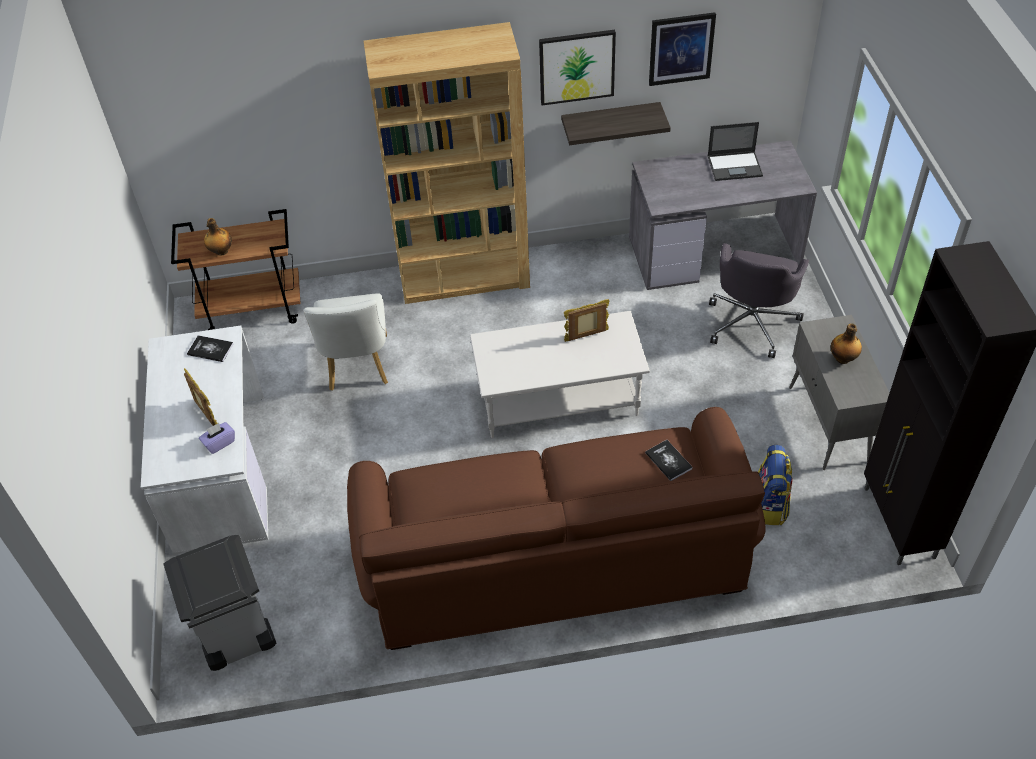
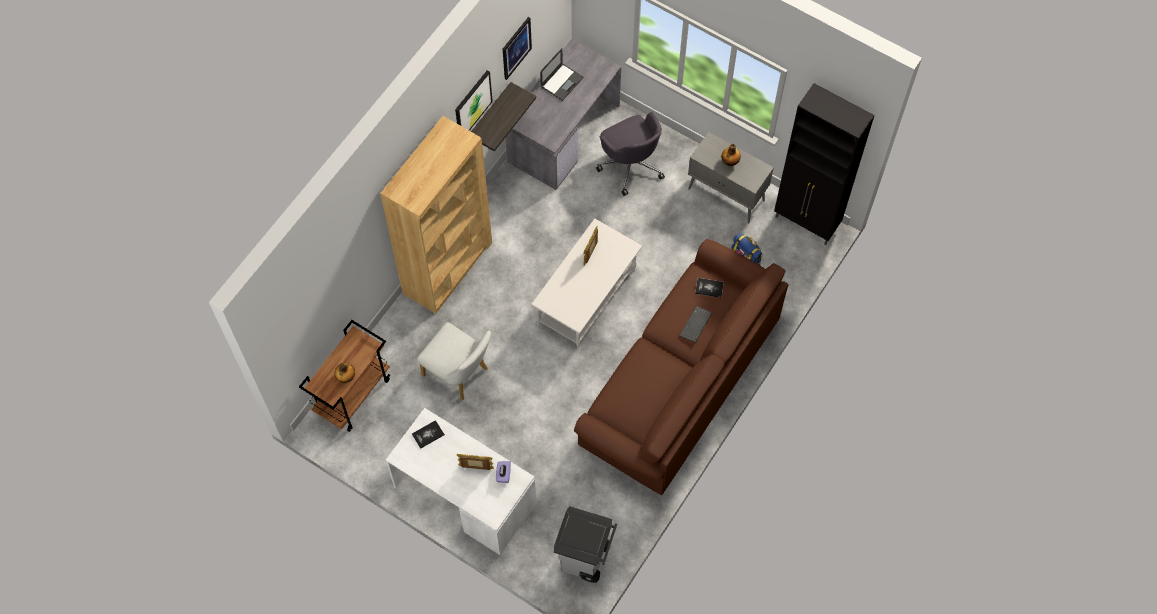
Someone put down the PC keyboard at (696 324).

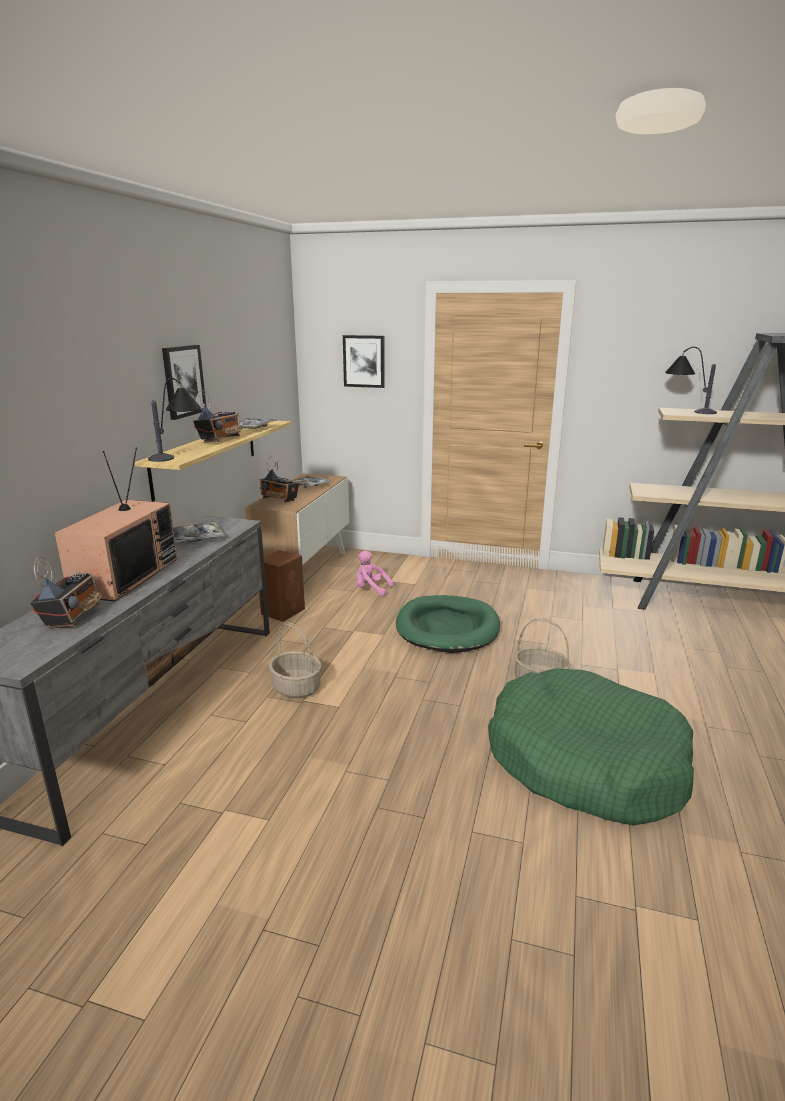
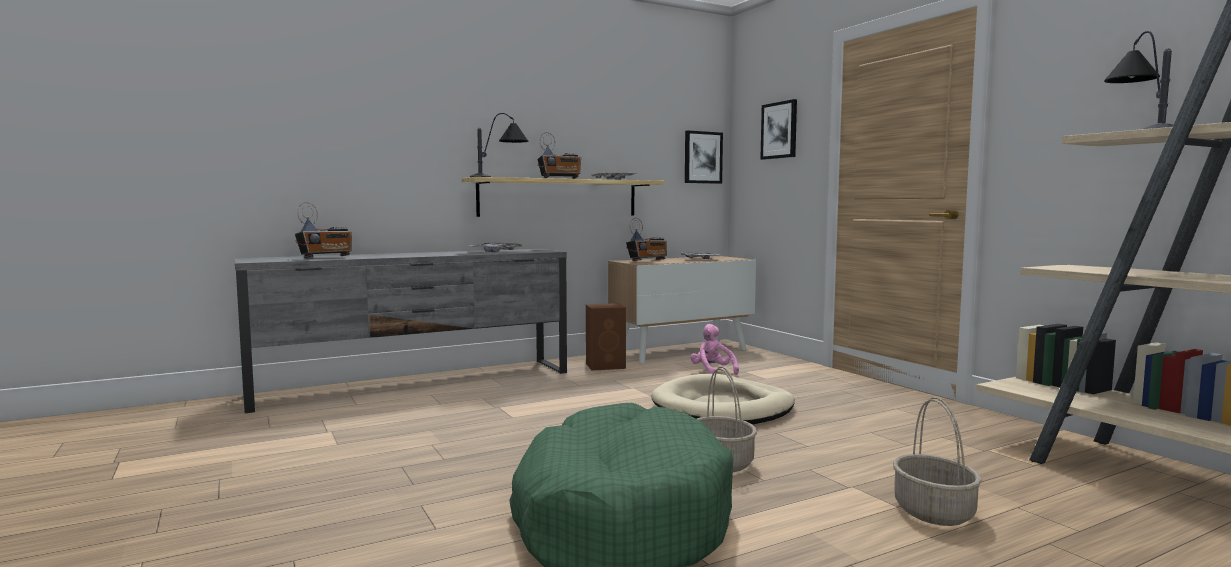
Someone took away the TV set at (116 524).
Someone carried the picture from (184 382) to (704 157).
Someone carried the storage basket from (295 660) to (937 461).
Someone repainted the green-coloured dog cushion at (448 624), which became the beige dog cushion at (723 399).
Someone rotated the radio set at (279 479) by 105 degrees counterclockwise.

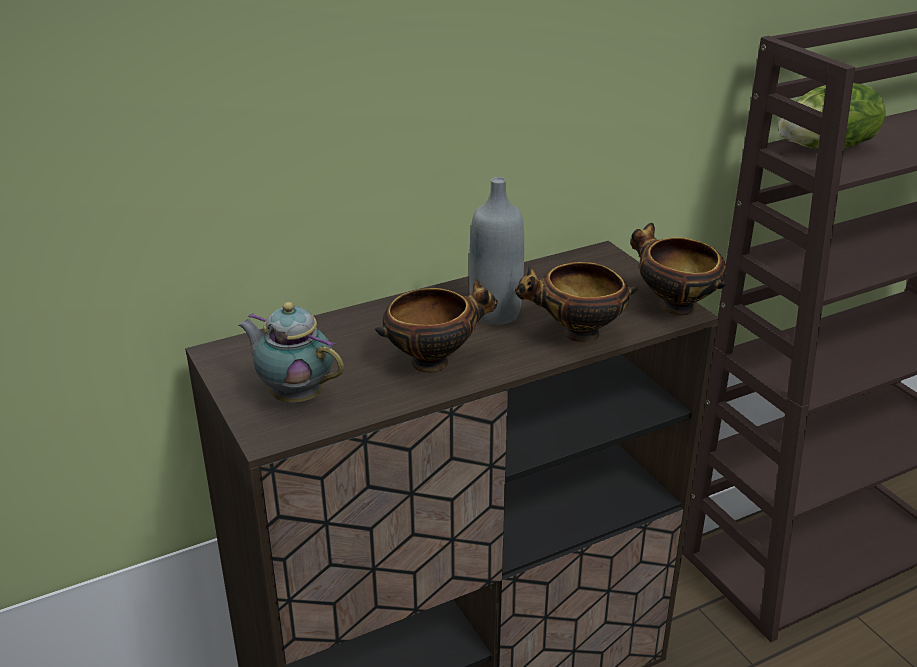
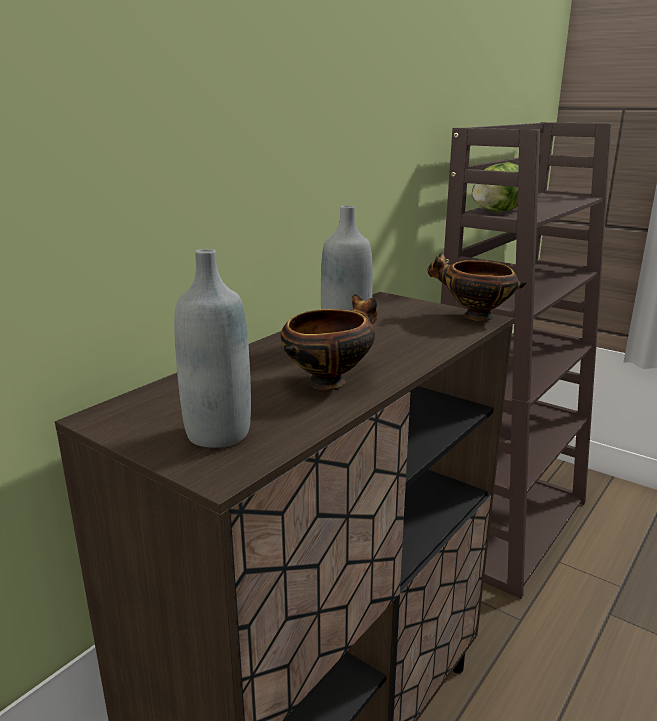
Someone took away the serving bowl at (576 302).
Someone swapped the pot for tea at (291 352) for the gray drink bottle at (212 348).

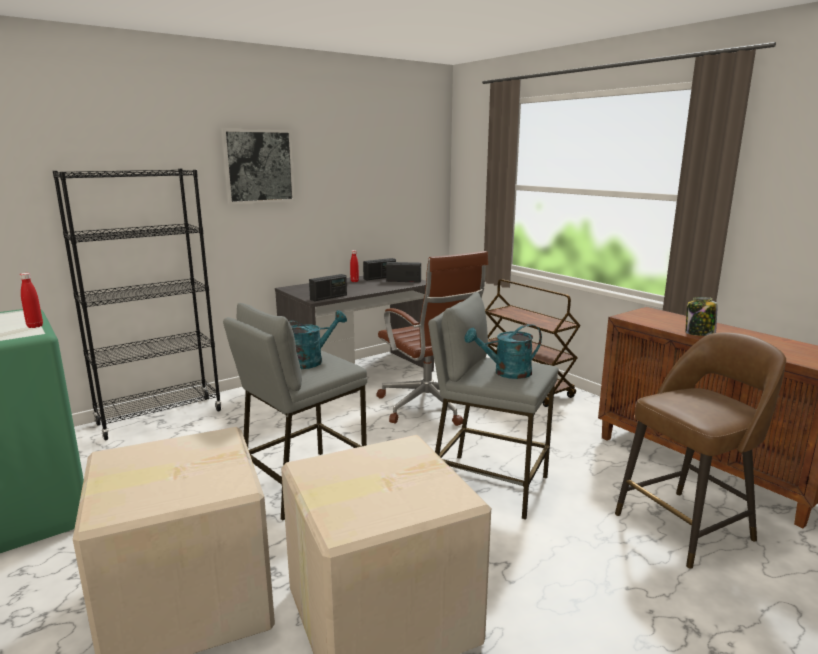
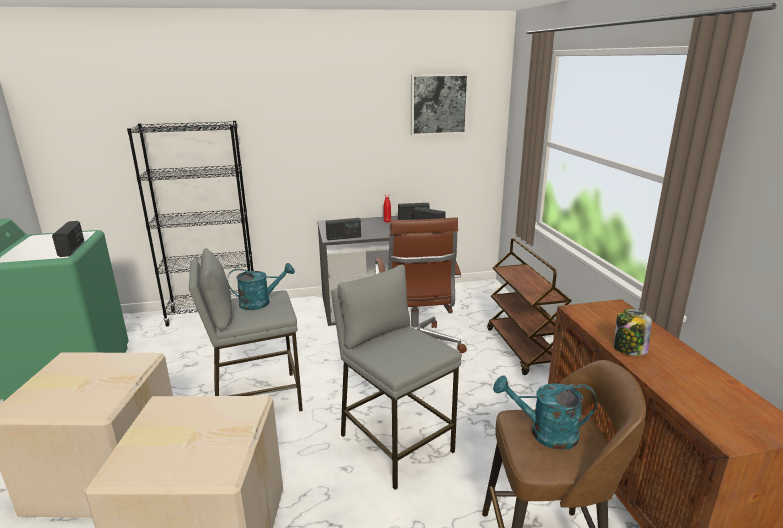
Someone carried the picture from (258 166) to (440 104).
Someone carried the turquoise-coloured sprinkling can from (503 351) to (545 413).
Someone swapped the red-coloured drink bottle at (31 300) for the radio set at (68 239).

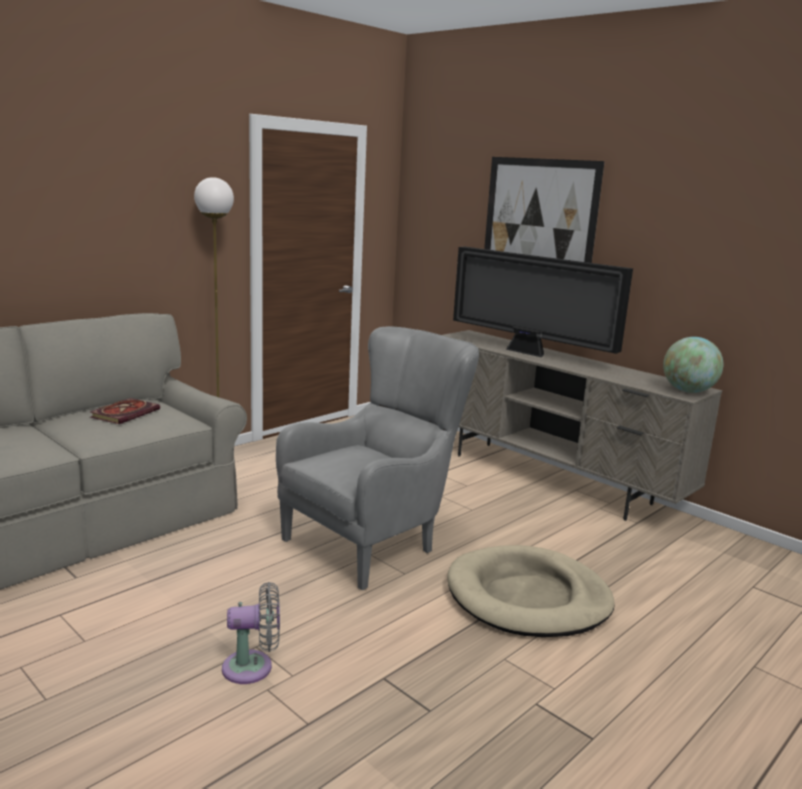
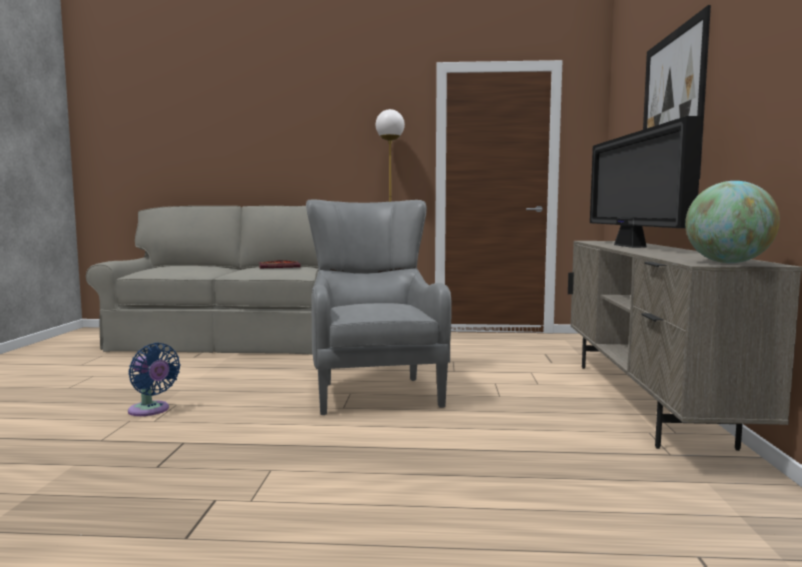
Someone took away the beige dog cushion at (531 591).
Someone repainted the gray cooling fan at (251 633), which became the blue cooling fan at (154 379).
Someone rotated the gray lounge chair at (377 458) by 105 degrees counterclockwise.

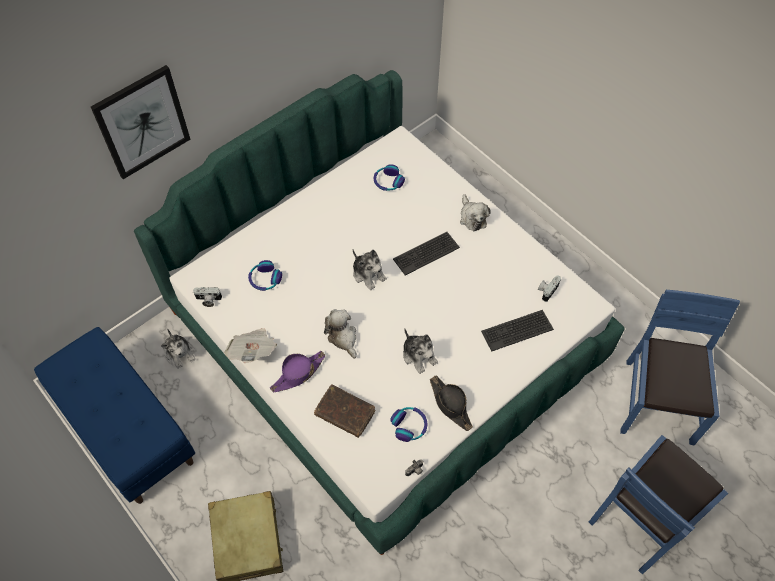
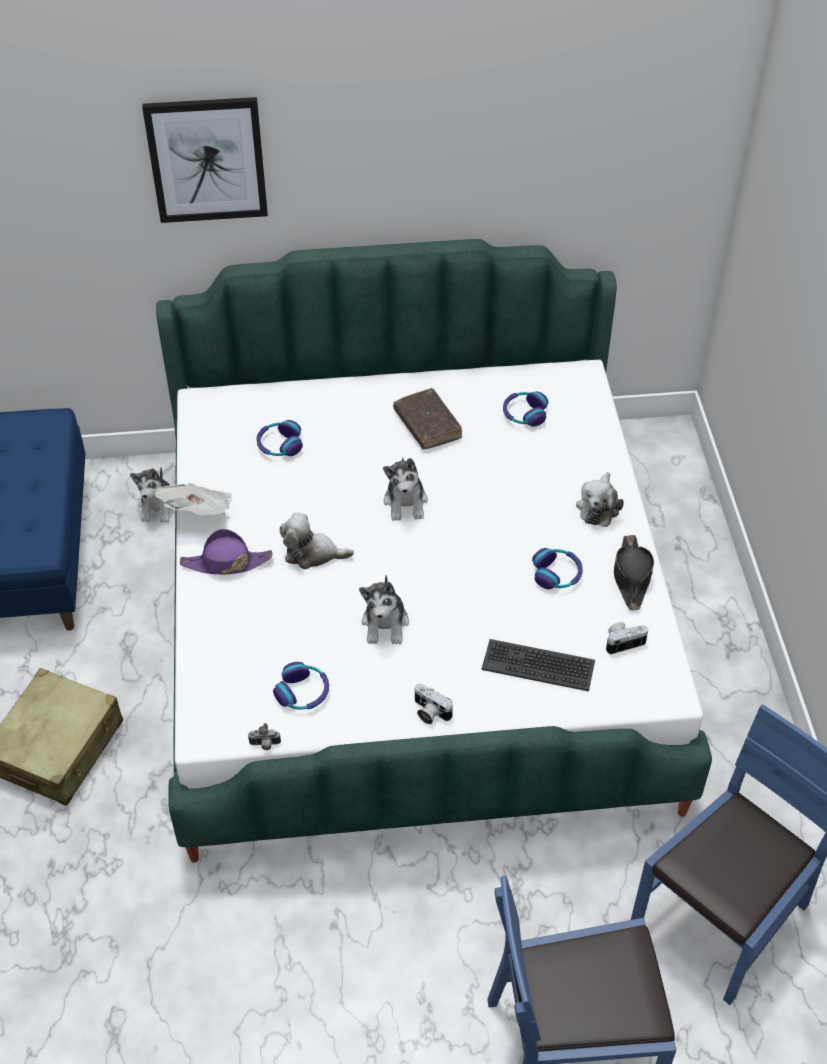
Someone took away the PC keyboard at (426 254).
Someone put down the headphones at (557 568).
Someone carried the photo camera from (207 297) to (433 703).
Someone carried the brown bound book from (344 411) to (427 418).
Someone carried the black clothing hat from (451 403) to (634 572).
Someone rotated the cuddly toy at (340 334) by 90 degrees counterclockwise.

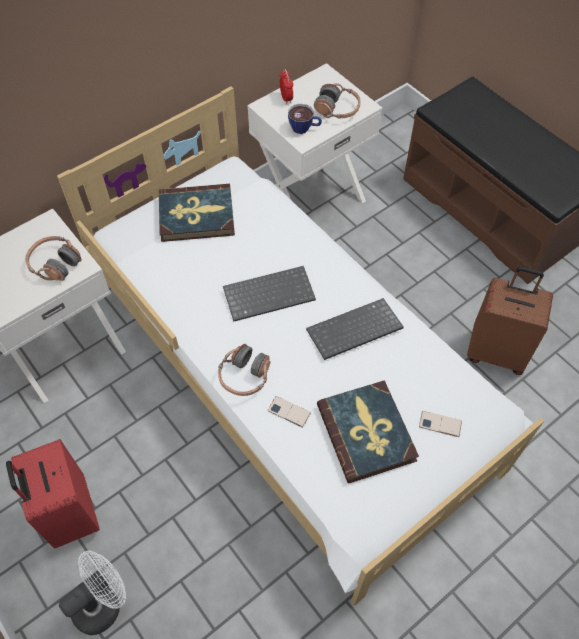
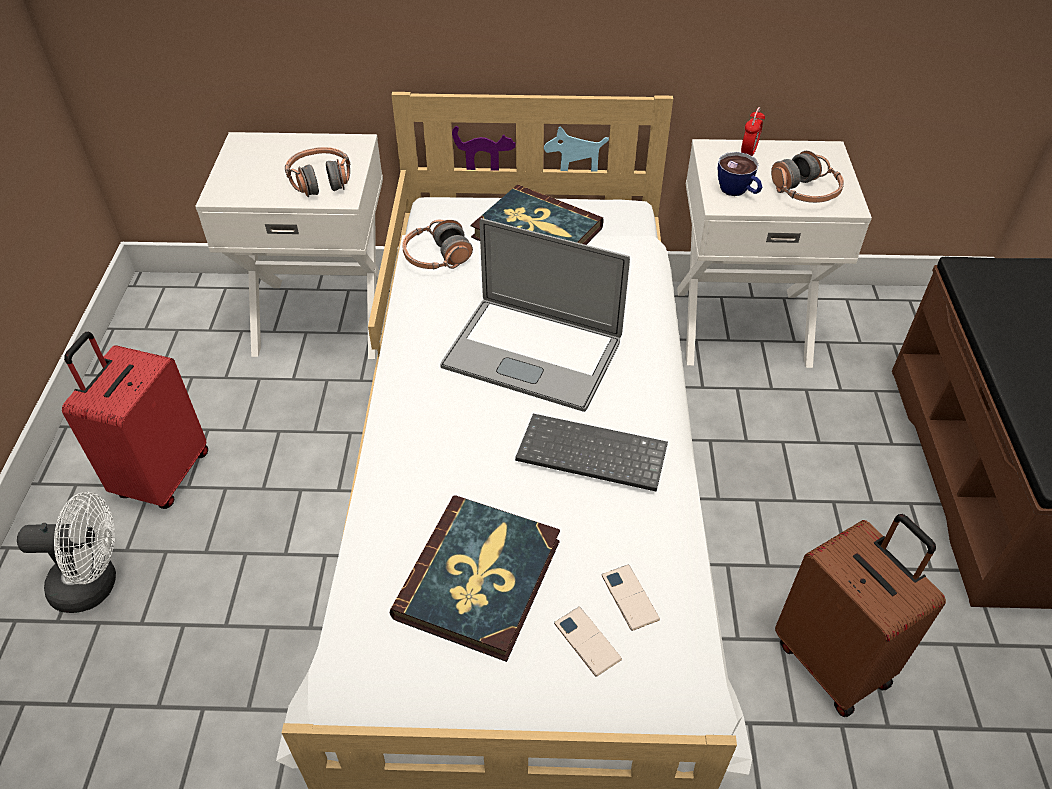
Someone carried the headphones from (244 370) to (437 245).
Someone carried the phone from (289 412) to (631 597).
Someone swapped the PC keyboard at (269 294) for the portable computer at (535 315).

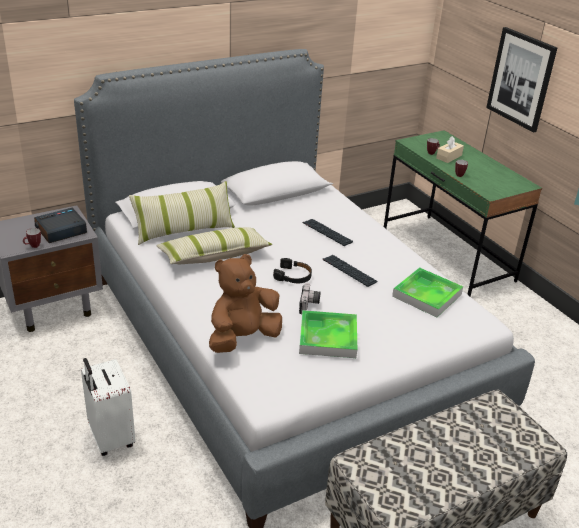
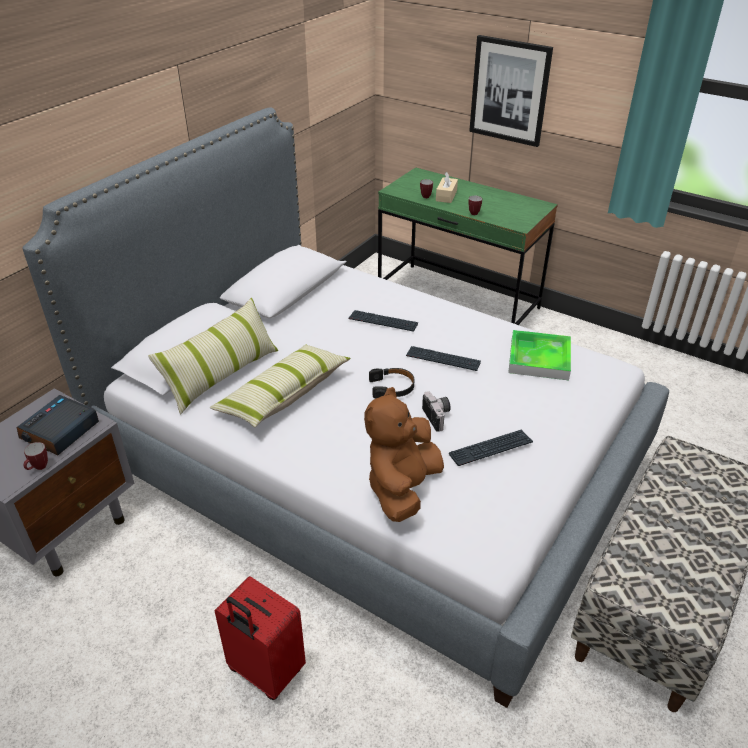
Someone swapped the carrying tray at (328 334) for the PC keyboard at (491 448).
Someone repainted the whitish travel case at (108 407), which became the red-coloured travel case at (260 638).

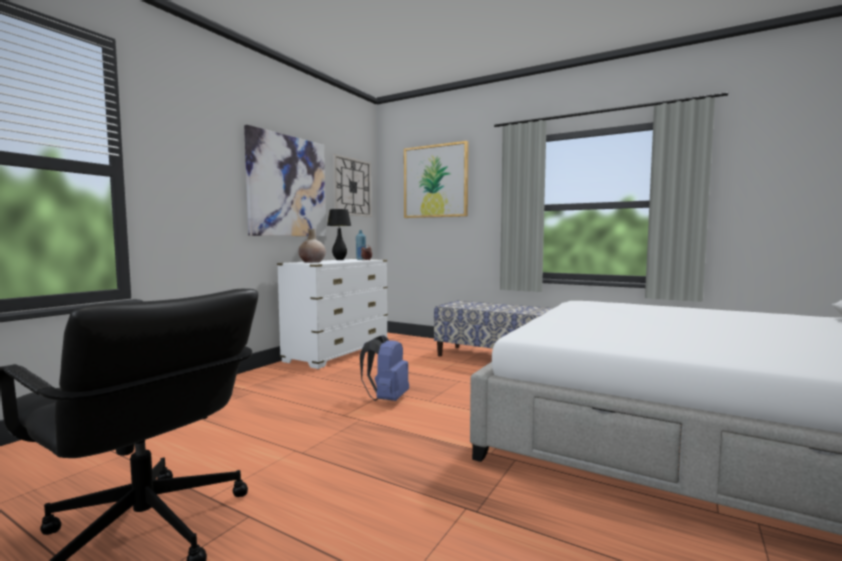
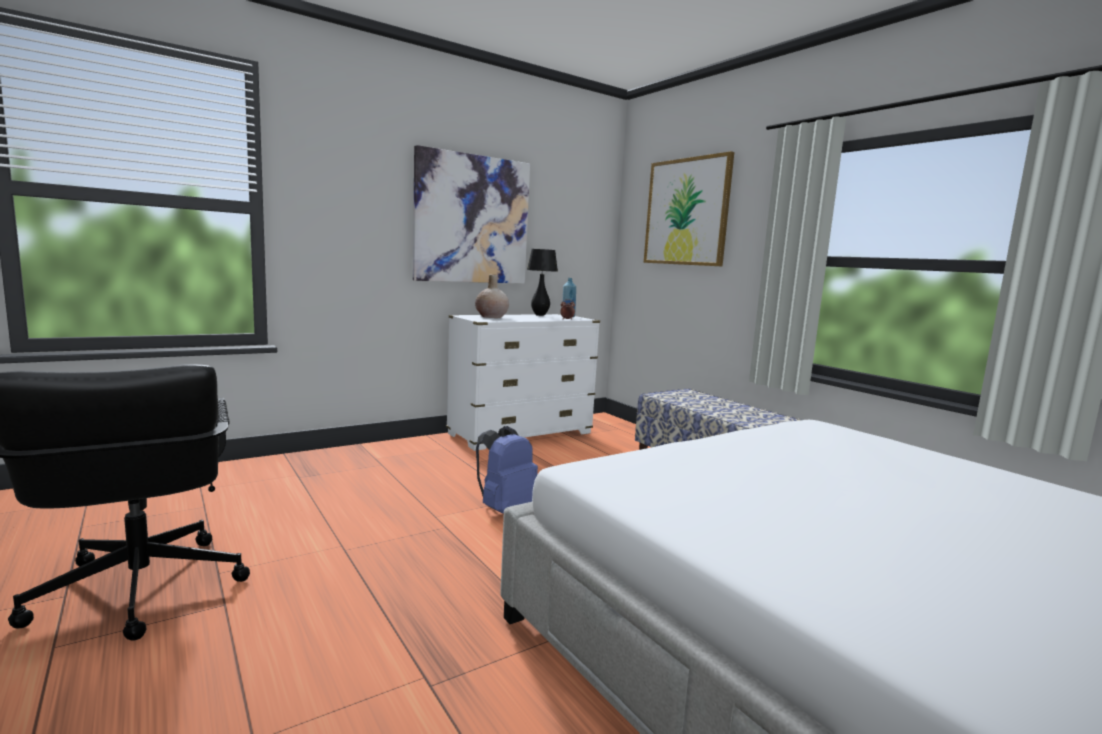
Someone took away the wall clock at (352 185).

